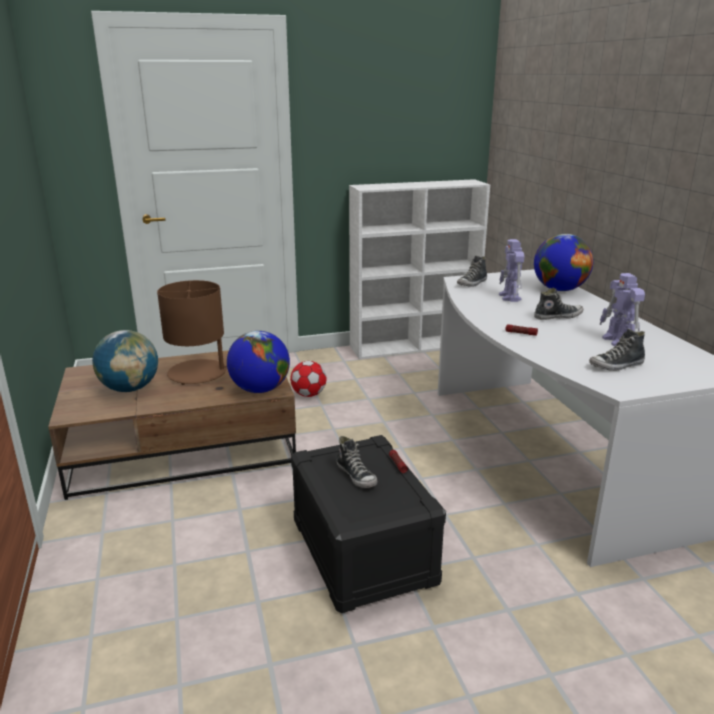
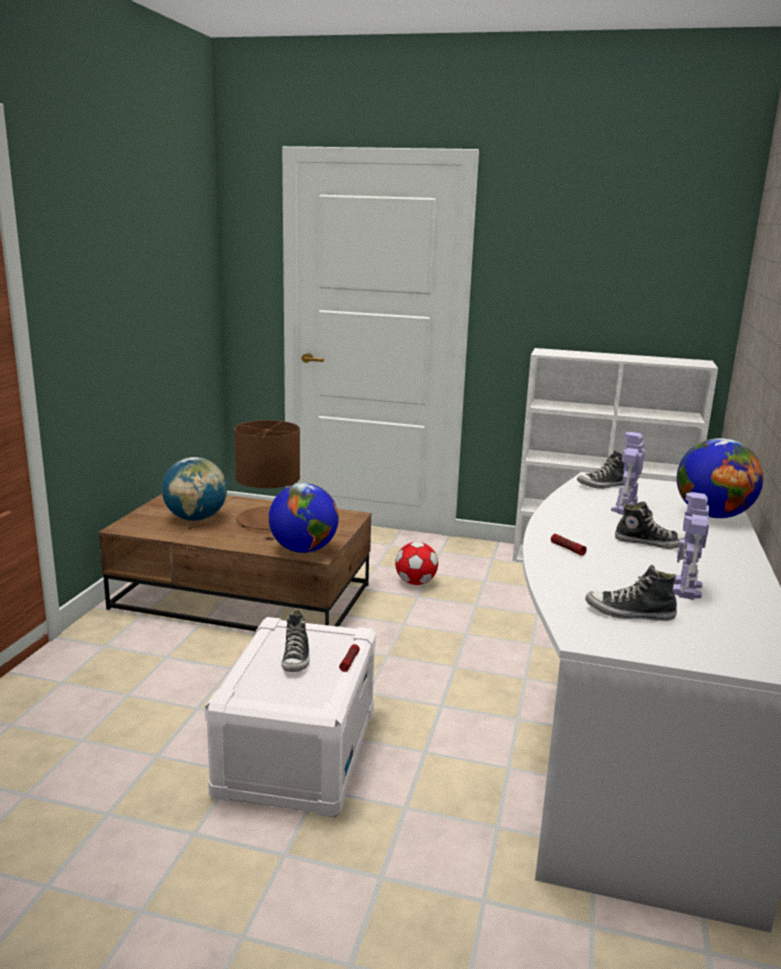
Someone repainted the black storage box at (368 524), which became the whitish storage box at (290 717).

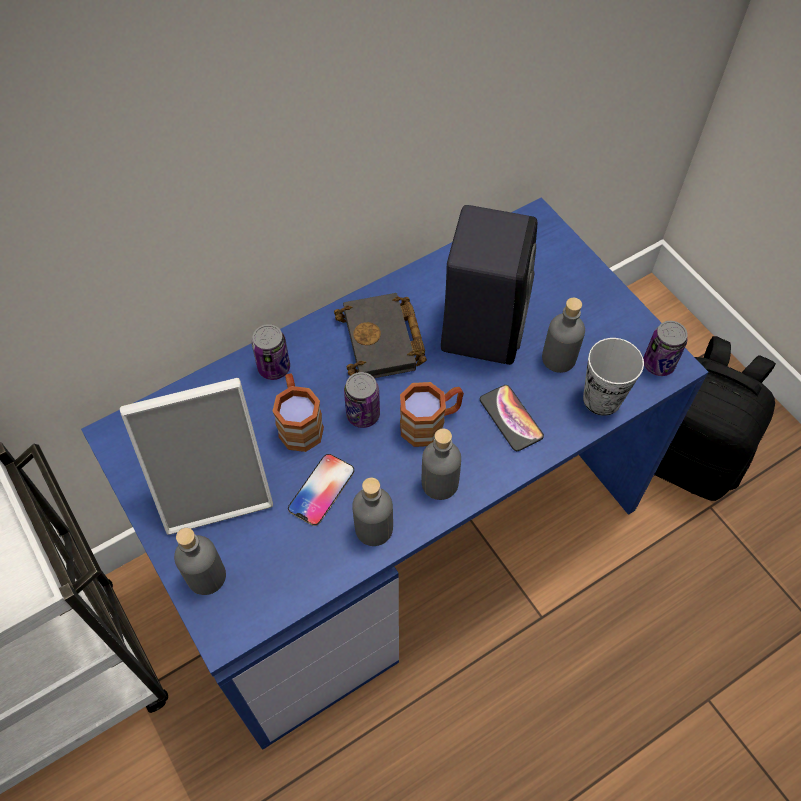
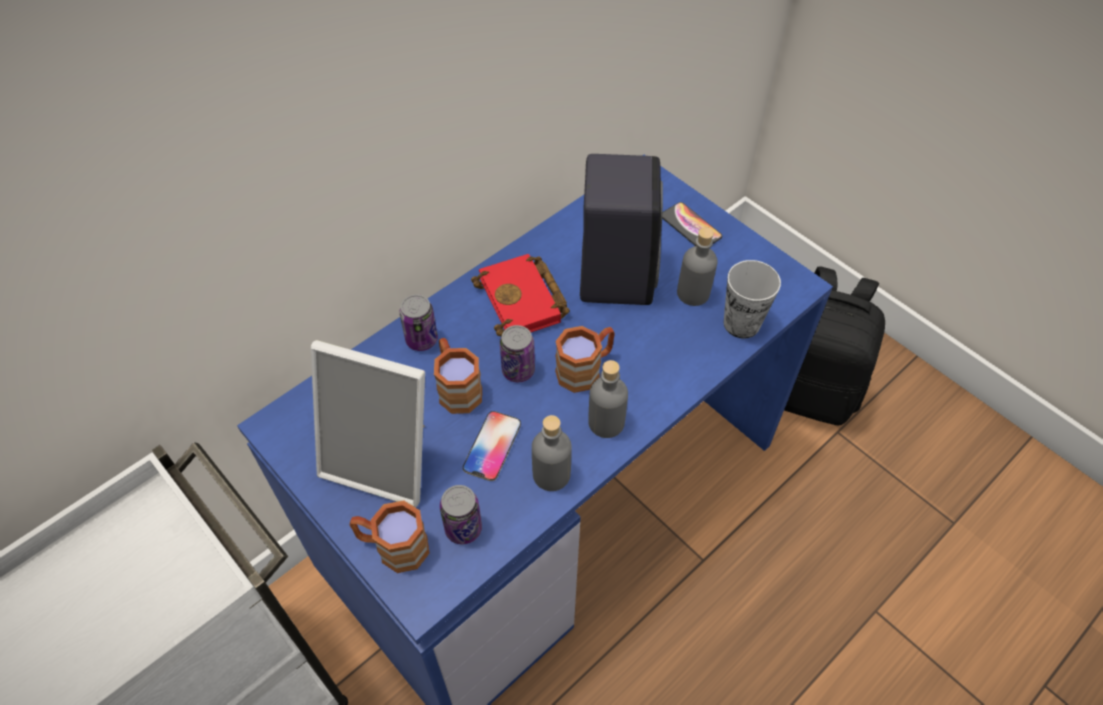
Someone carried the phone from (512 418) to (692 224).
Someone carried the metal can from (665 348) to (461 514).
Someone swapped the gray drink bottle at (200 561) for the brown tea mug at (389 536).
Someone repainted the black bound book at (380 335), which became the red-coloured bound book at (520 295).
Someone rotated the photo frame at (196 456) by 45 degrees clockwise.

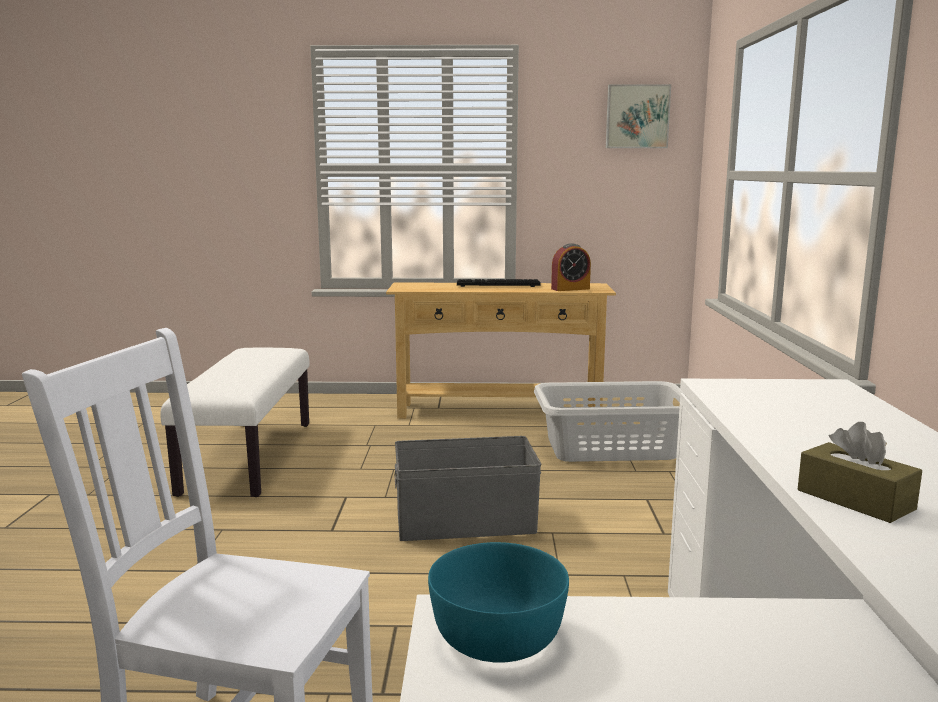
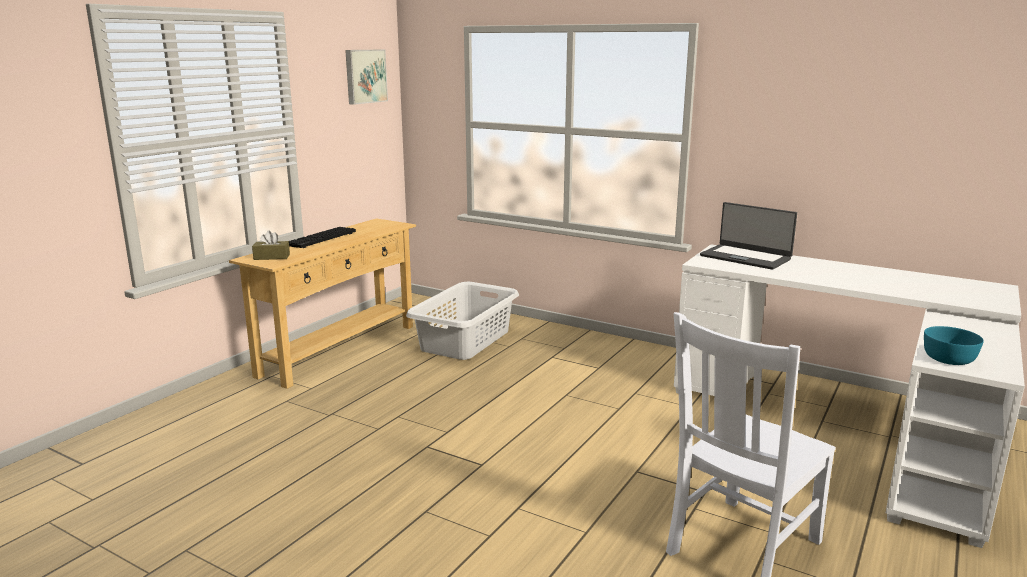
Someone took away the whitish long seat at (234 422).
Someone took away the gray storage box at (468 488).
Someone took away the table clock at (571 267).
Someone put down the portable computer at (748 236).
Someone carried the brown tissue holder from (860 472) to (271 245).

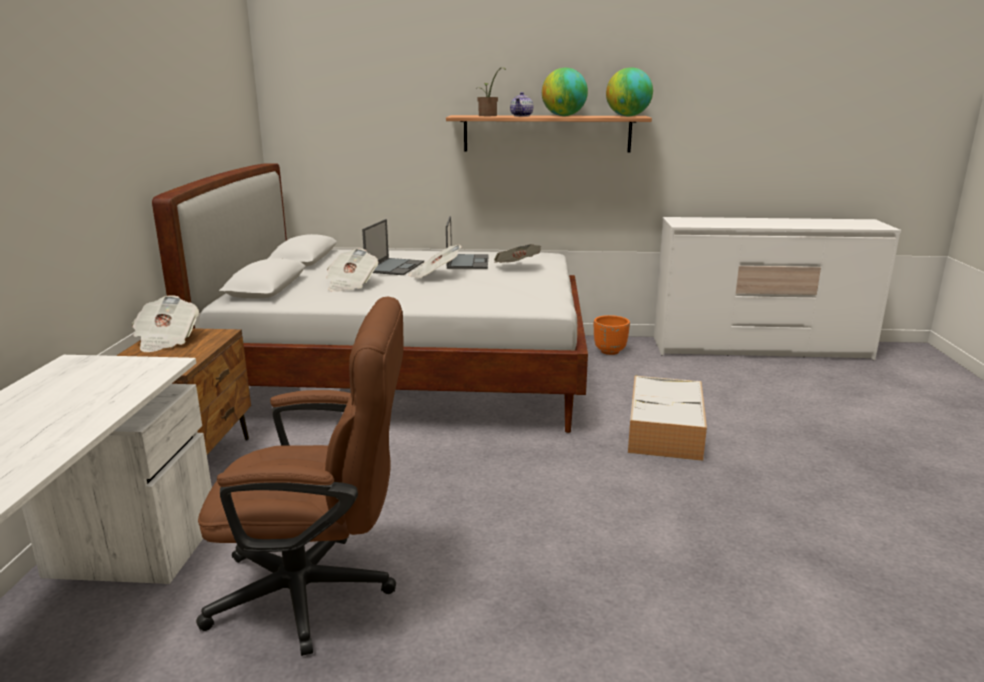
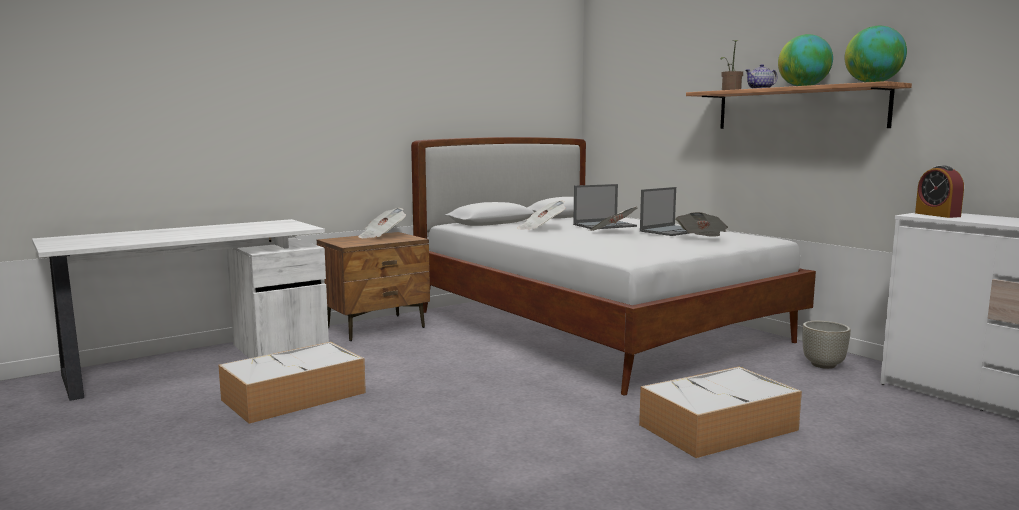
Someone put down the table clock at (939 191).
Someone swapped the brown desk chair at (299 476) for the storage box at (292 383).
Someone repainted the orange planter at (612 335), which became the gray planter at (826 345).

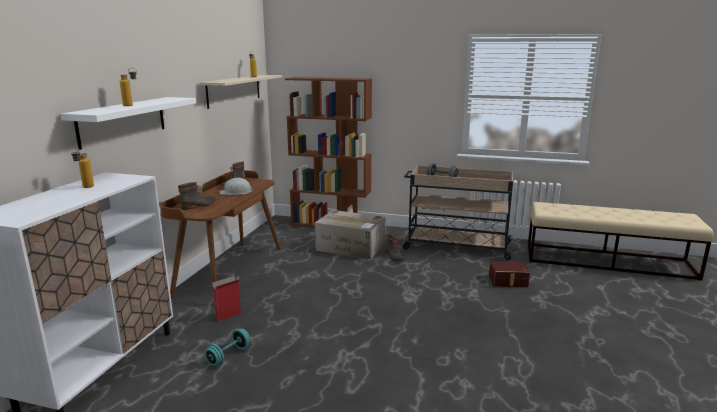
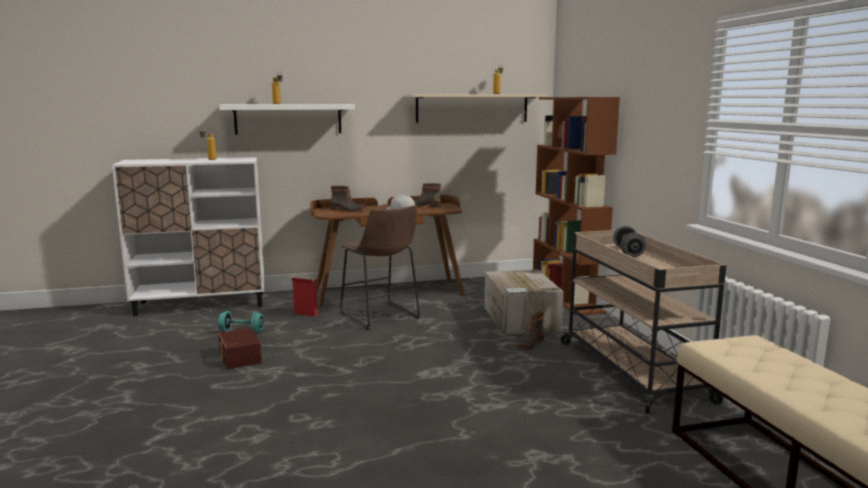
Someone put down the brown stool seat at (380 267).
Someone carried the brown storage box from (509 274) to (240 348).

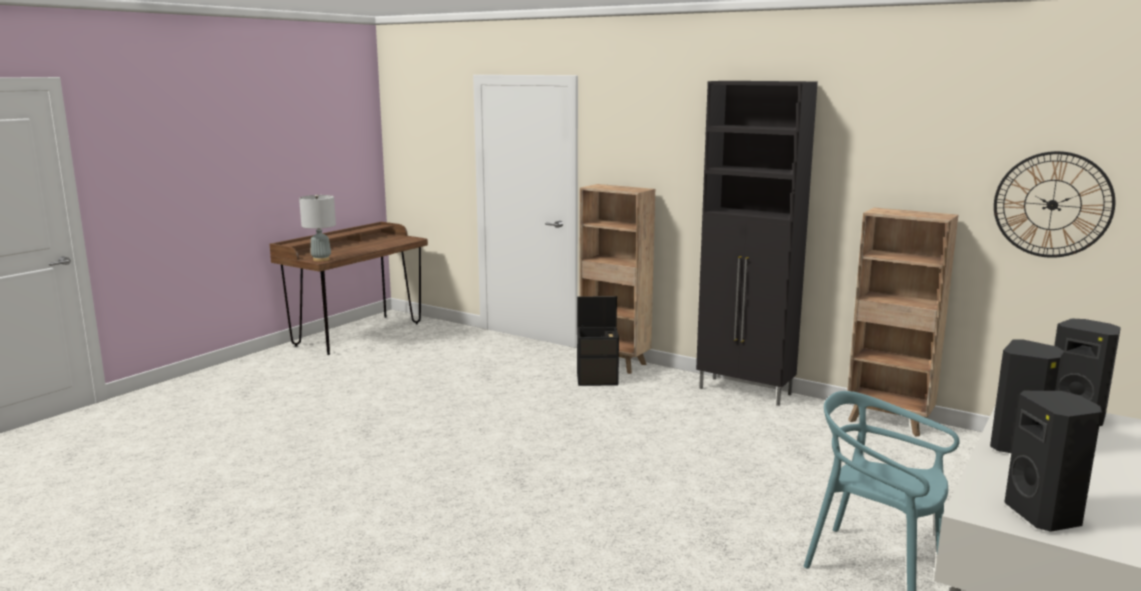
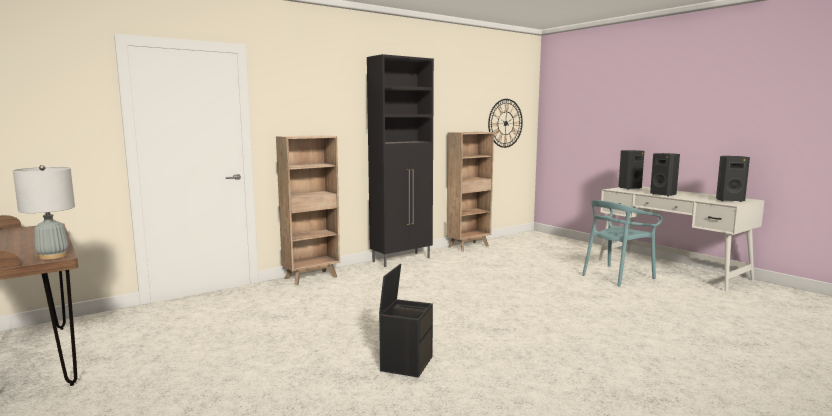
Someone carried the black storage box from (598 341) to (406 321).

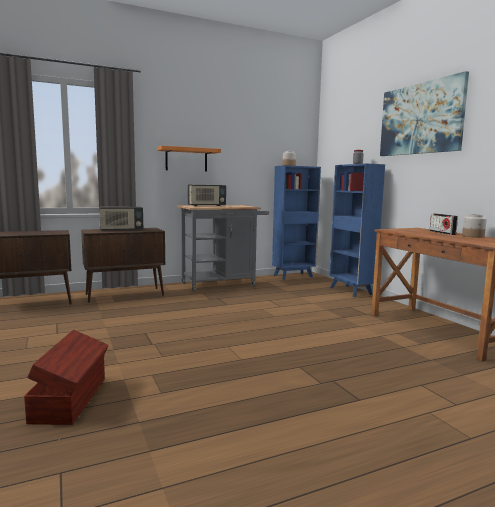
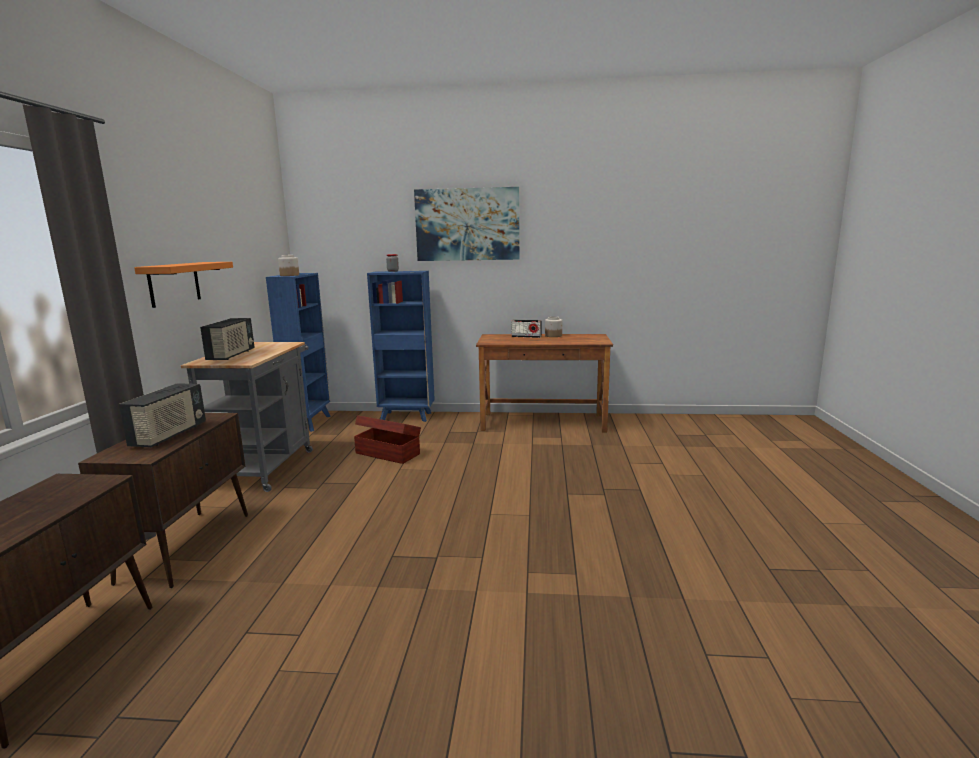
Someone carried the brown storage box from (66 377) to (387 439).

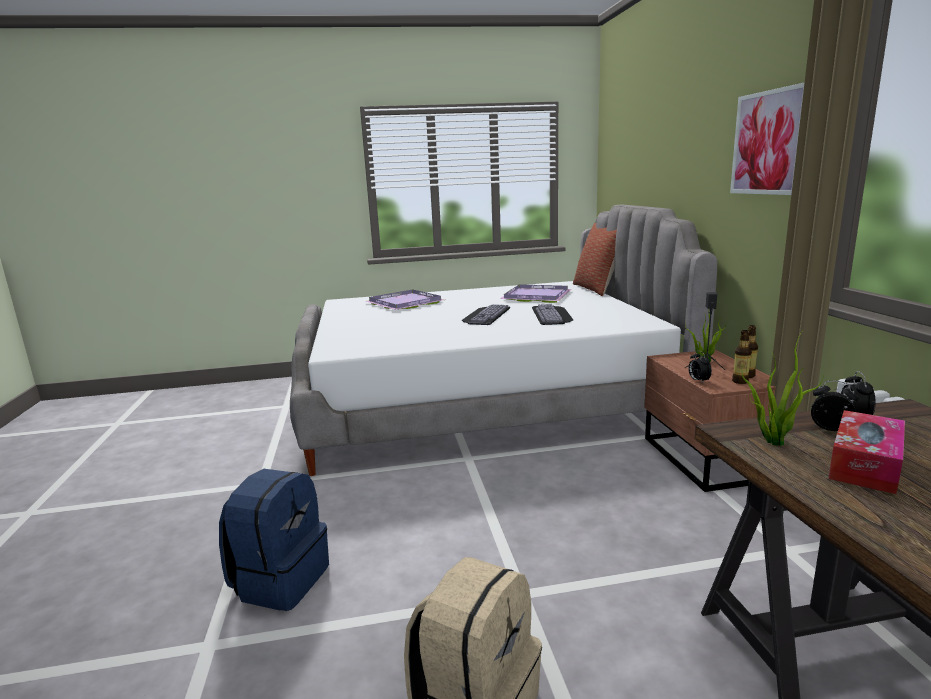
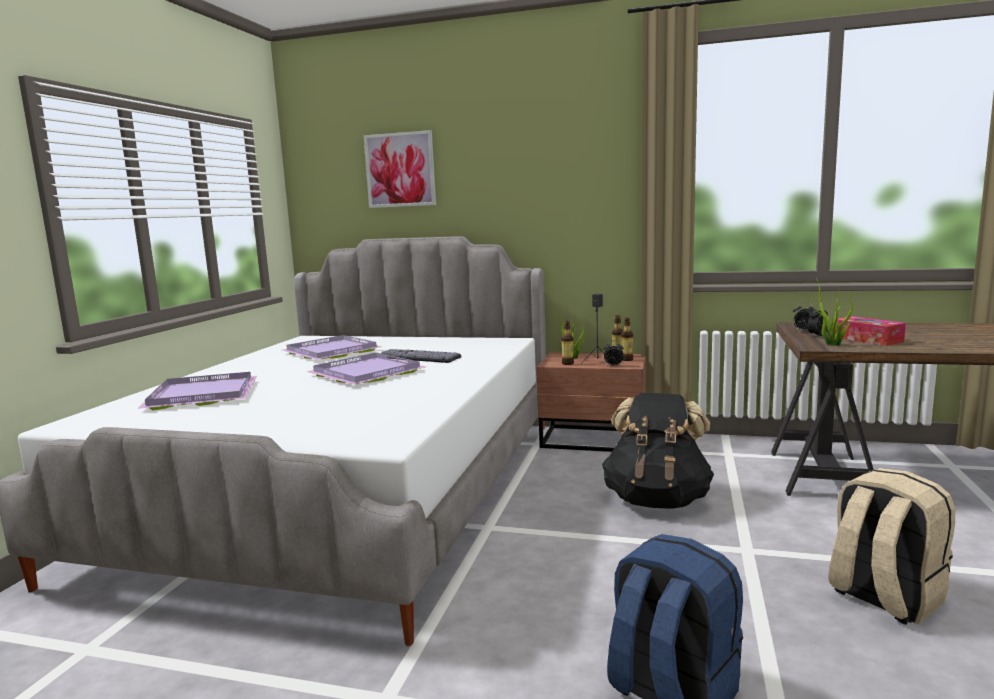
Someone took away the throw pillow at (595 259).
Someone put down the drink bottle at (568 343).
Someone put down the black rucksack at (658 451).
Someone carried the picture from (767 138) to (400 169).
Someone swapped the PC keyboard at (486 314) for the purple carrying tray at (366 368).

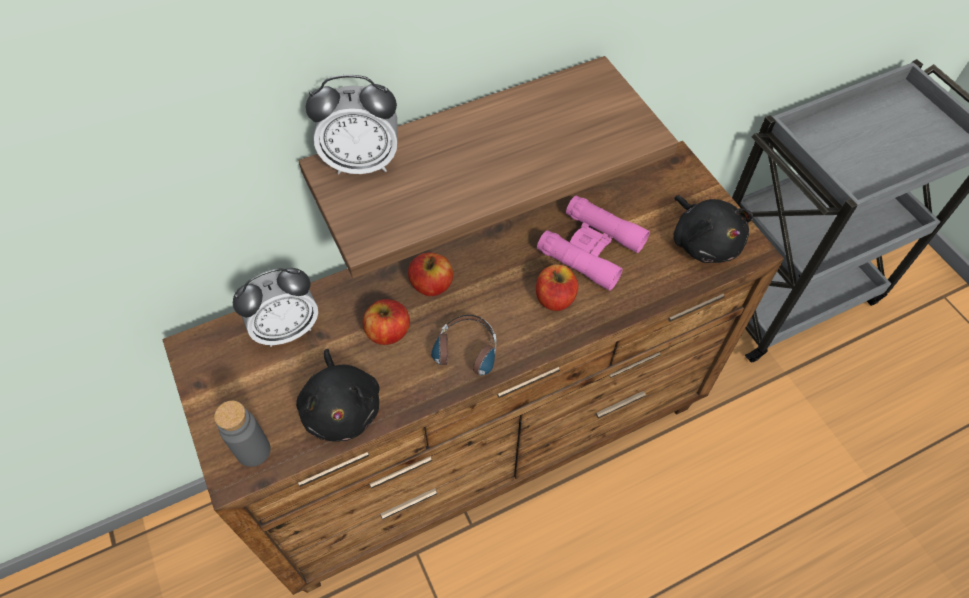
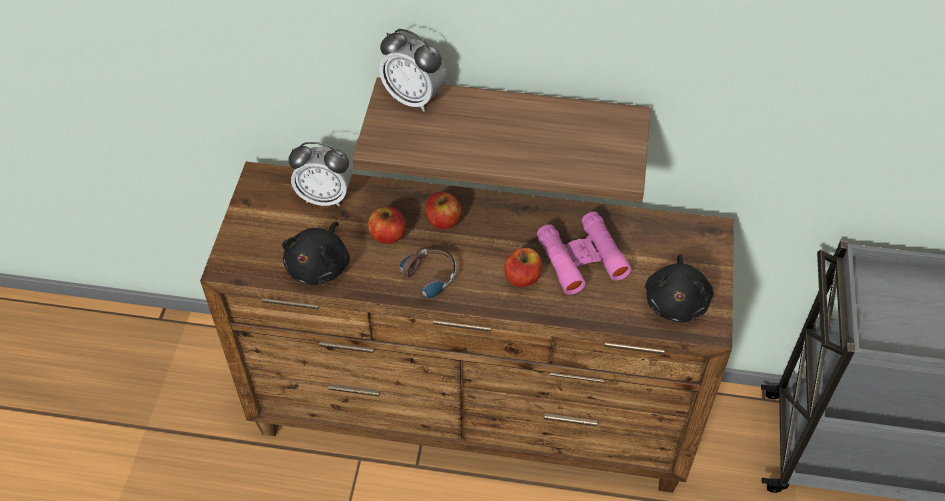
Someone took away the gray drink bottle at (242 434).

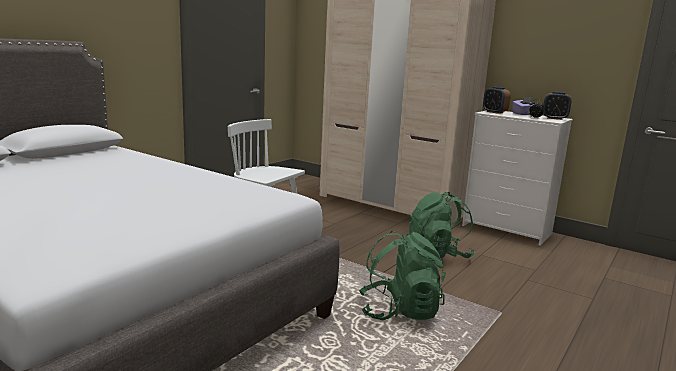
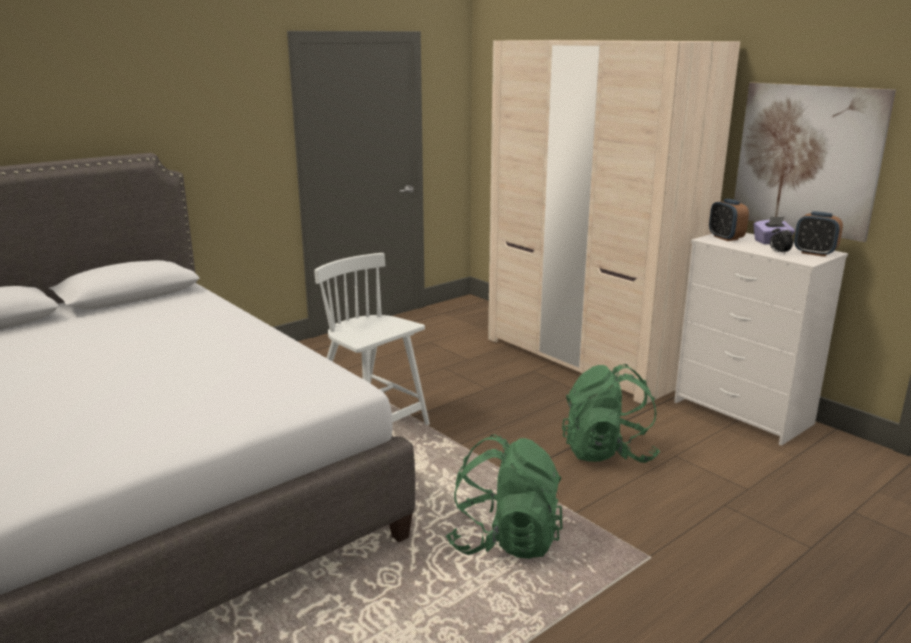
Someone put up the picture at (815 162).

